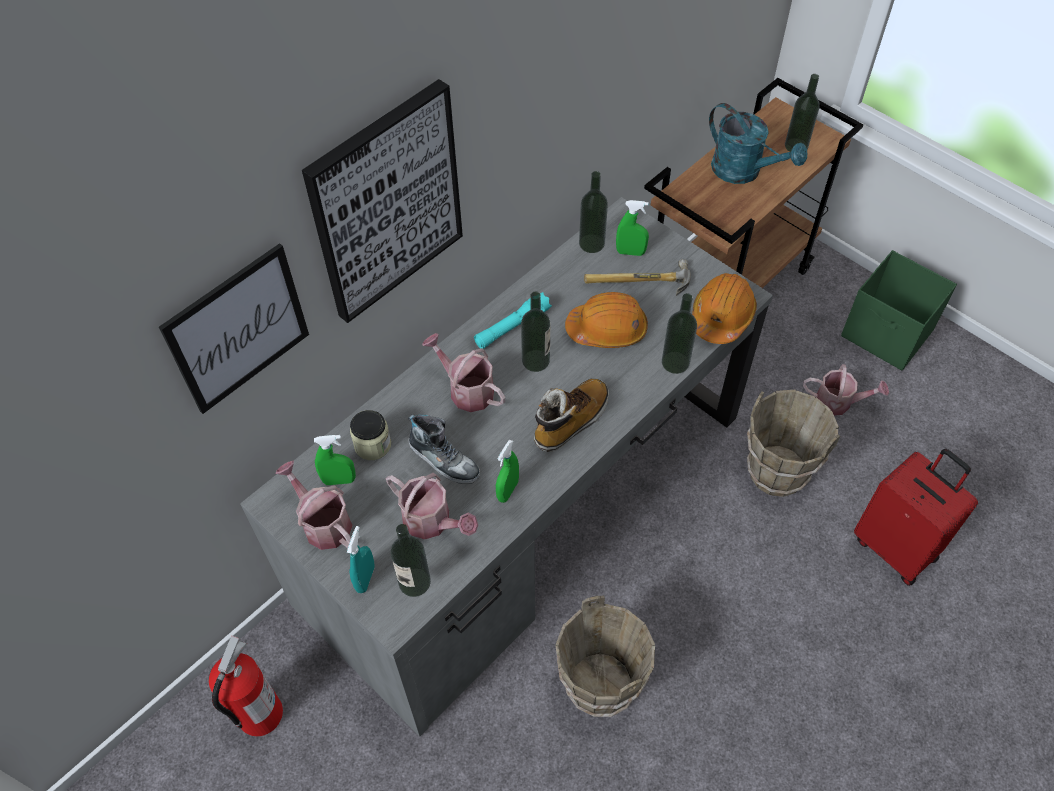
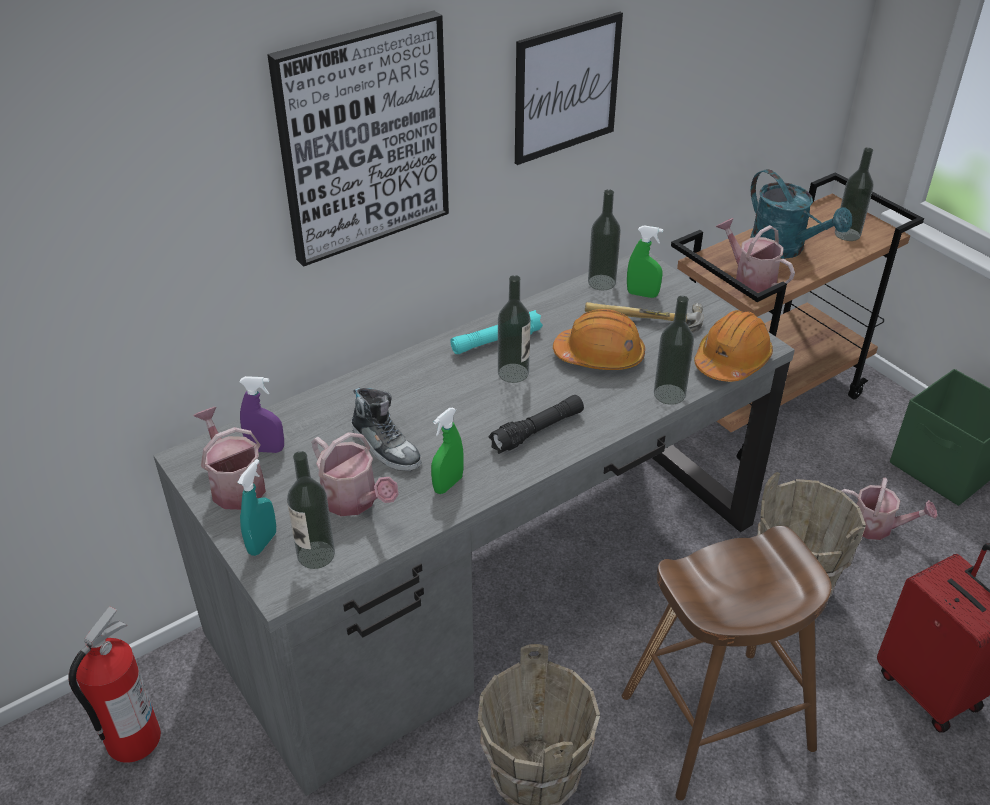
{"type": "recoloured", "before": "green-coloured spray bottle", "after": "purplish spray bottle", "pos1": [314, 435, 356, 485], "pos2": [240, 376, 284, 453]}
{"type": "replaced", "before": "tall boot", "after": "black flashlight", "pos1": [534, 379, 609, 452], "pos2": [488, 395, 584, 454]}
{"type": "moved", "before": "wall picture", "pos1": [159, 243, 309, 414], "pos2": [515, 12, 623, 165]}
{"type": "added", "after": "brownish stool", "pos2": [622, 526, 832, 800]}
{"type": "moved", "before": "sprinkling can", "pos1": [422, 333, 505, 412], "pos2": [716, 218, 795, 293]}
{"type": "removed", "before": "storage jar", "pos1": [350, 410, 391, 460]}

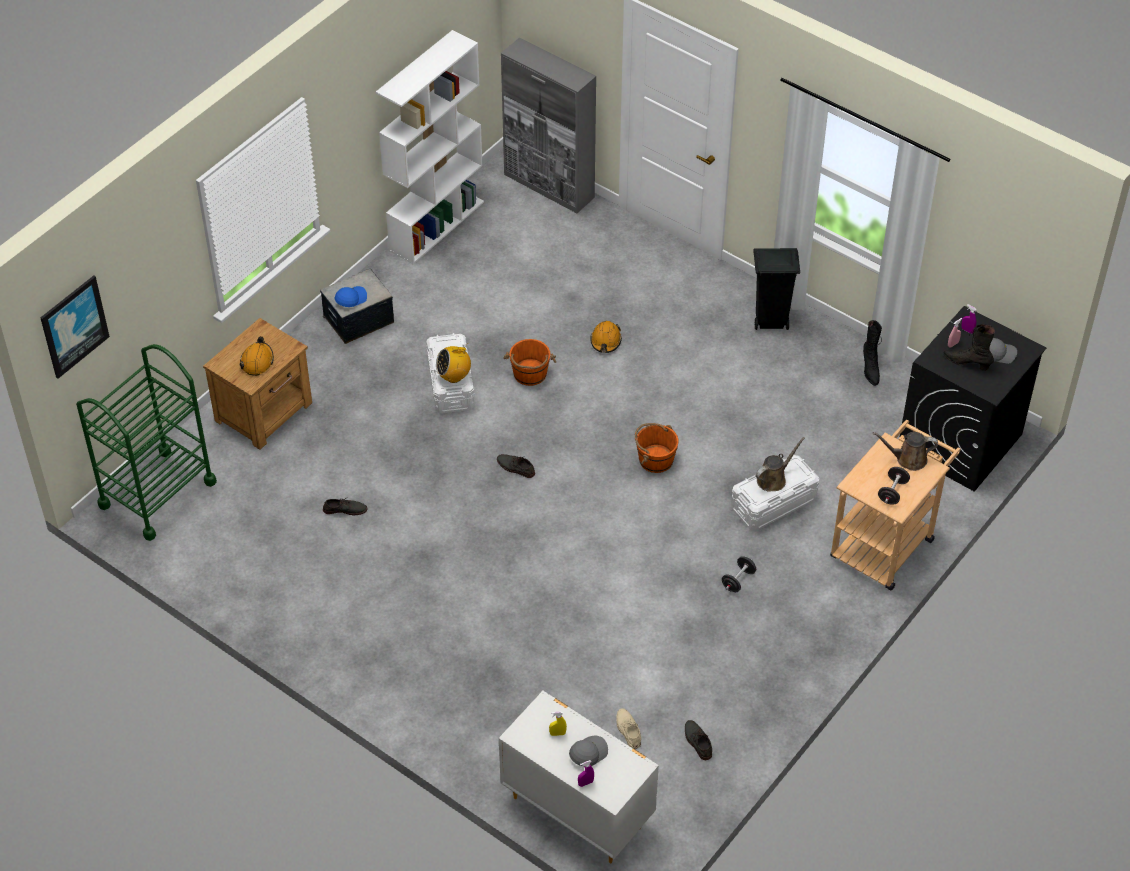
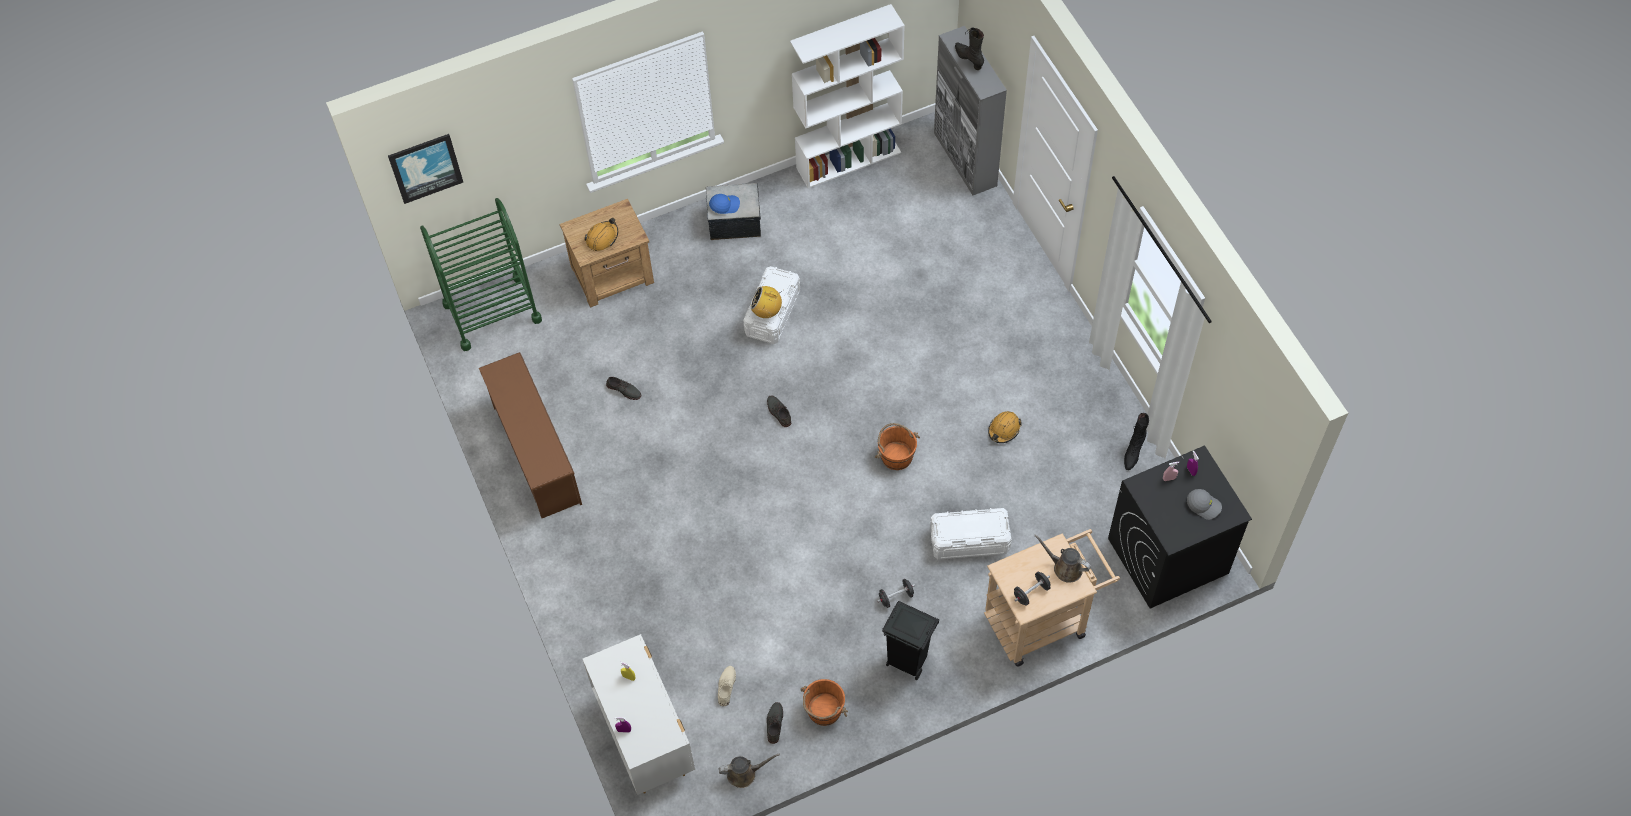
{"type": "added", "after": "brownish shoe stand", "pos2": [479, 352, 582, 518]}
{"type": "moved", "before": "brownish sprinkling can", "pos1": [756, 437, 805, 492], "pos2": [719, 753, 780, 788]}
{"type": "moved", "before": "orange-coloured pail", "pos1": [503, 339, 556, 386], "pos2": [800, 679, 848, 726]}
{"type": "moved", "before": "black waste bin", "pos1": [753, 248, 800, 330], "pos2": [882, 601, 939, 680]}
{"type": "moved", "before": "black tall boot", "pos1": [944, 324, 995, 371], "pos2": [955, 28, 984, 70]}
{"type": "moved", "before": "orange-coloured safety helmet", "pos1": [590, 321, 622, 353], "pos2": [988, 411, 1022, 443]}
{"type": "removed", "before": "grey peaked cap", "pos1": [569, 736, 608, 767]}

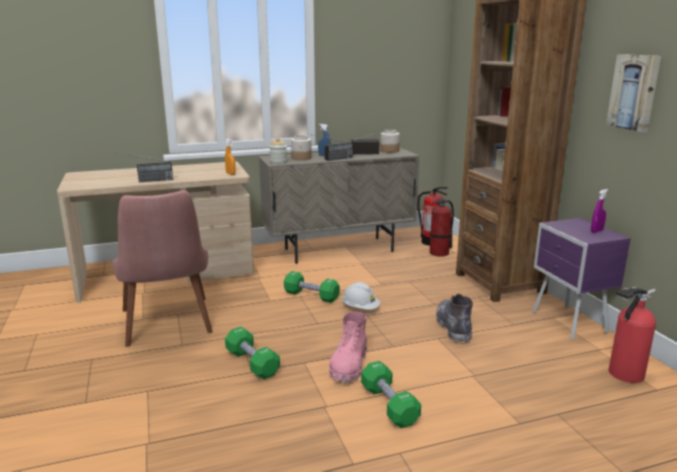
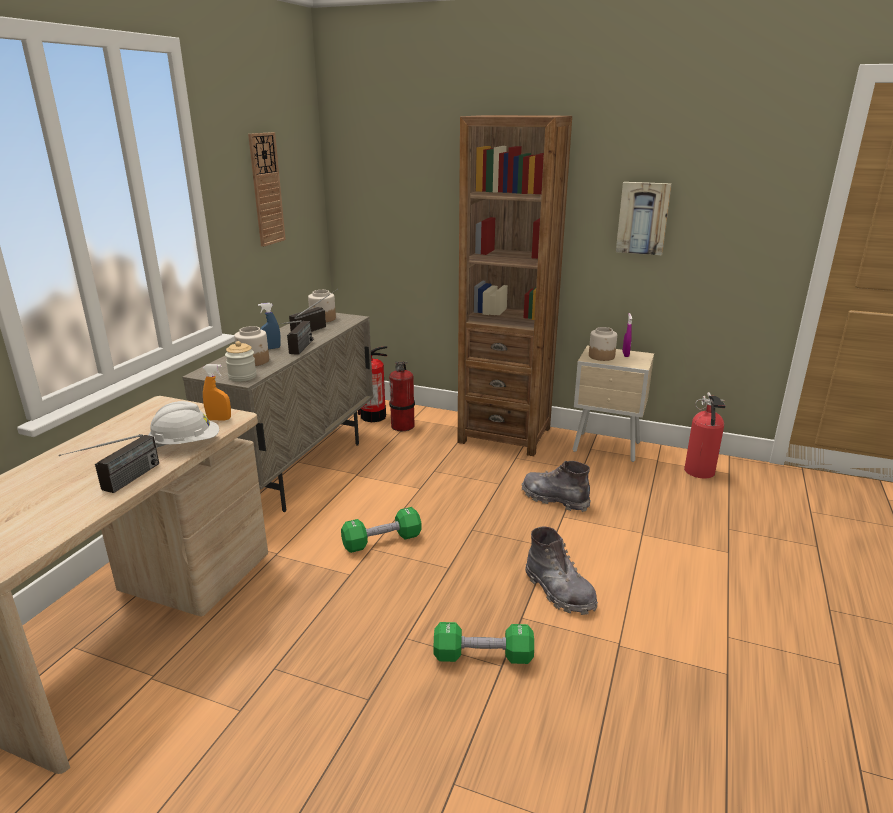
{"type": "moved", "before": "white safety helmet", "pos1": [342, 282, 380, 310], "pos2": [148, 401, 219, 449]}
{"type": "added", "after": "wall clock", "pos2": [248, 132, 286, 247]}
{"type": "recoloured", "before": "pinkish tall boot", "after": "grey tall boot", "pos1": [329, 312, 367, 384], "pos2": [525, 527, 598, 615]}
{"type": "recoloured", "before": "purplish bedside table", "after": "beige-coloured bedside table", "pos1": [532, 218, 631, 340], "pos2": [572, 345, 654, 462]}
{"type": "added", "after": "storage jar", "pos2": [589, 327, 617, 361]}
{"type": "removed", "before": "pinkish chair", "pos1": [112, 190, 213, 347]}
{"type": "removed", "before": "green-coloured dumbbell", "pos1": [361, 361, 421, 428]}

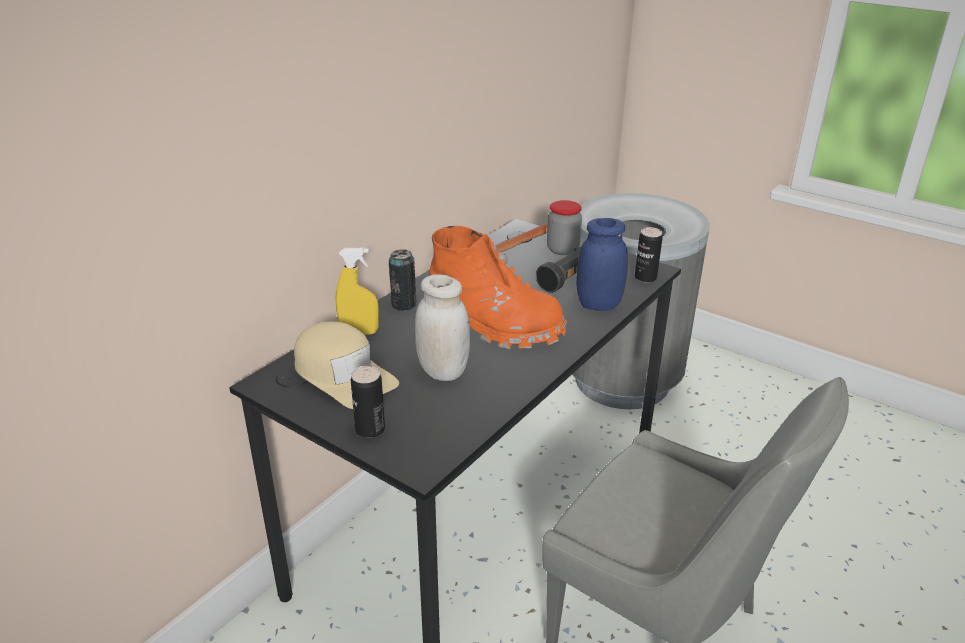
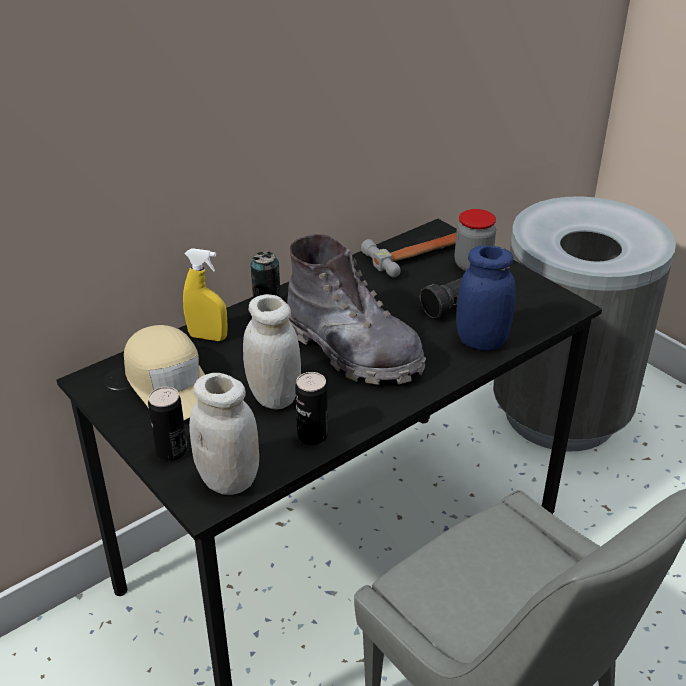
{"type": "added", "after": "white storage jar", "pos2": [189, 373, 259, 495]}
{"type": "recoloured", "before": "orange-coloured tall boot", "after": "grey tall boot", "pos1": [429, 226, 567, 349], "pos2": [287, 234, 426, 385]}
{"type": "moved", "before": "sealed can", "pos1": [635, 227, 663, 283], "pos2": [295, 372, 328, 445]}

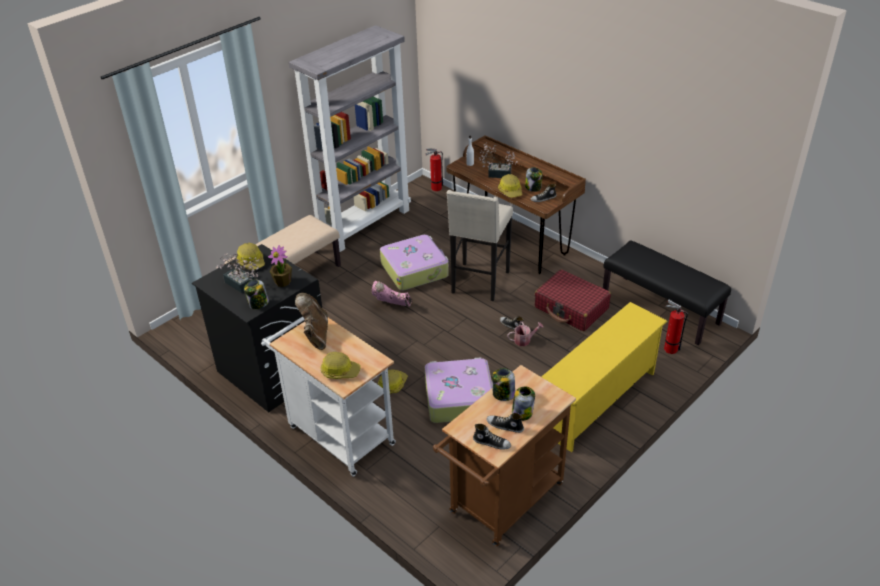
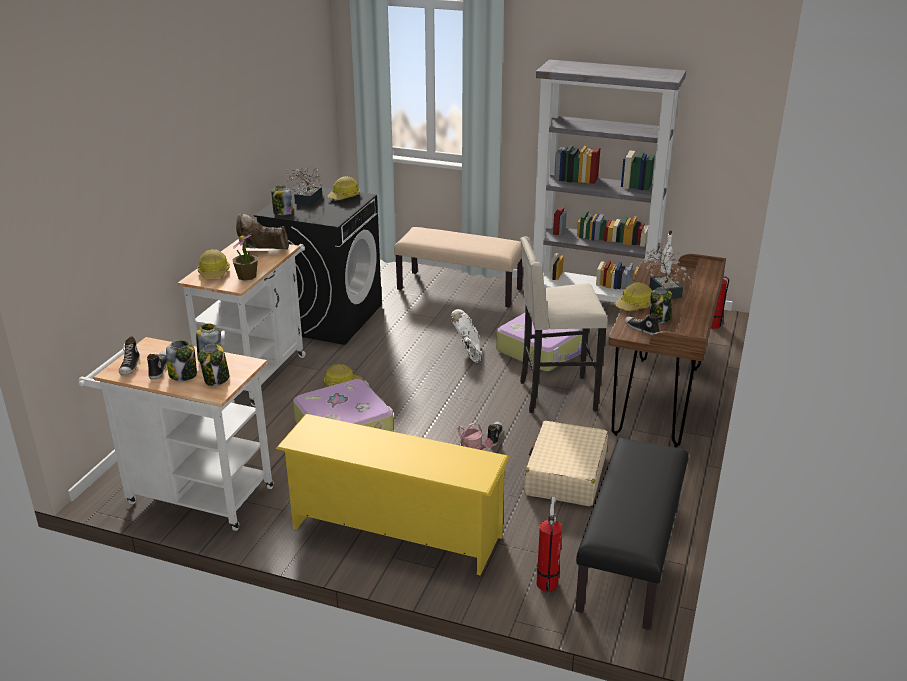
{"type": "recoloured", "before": "brownish cart", "after": "white cart", "pos1": [433, 365, 576, 546], "pos2": [78, 337, 274, 531]}
{"type": "added", "after": "storage jar", "pos2": [199, 344, 229, 386]}
{"type": "moved", "before": "houseplant", "pos1": [268, 245, 292, 287], "pos2": [233, 233, 258, 281]}
{"type": "turned", "before": "brownish tall boot", "pos1": [295, 293, 328, 350], "pos2": [236, 214, 289, 249], "turn": -150}
{"type": "recoloured", "before": "pinkish tall boot", "after": "white tall boot", "pos1": [372, 281, 412, 307], "pos2": [451, 309, 481, 363]}
{"type": "recoloured", "before": "red suitcase", "after": "beige-coloured suitcase", "pos1": [535, 269, 611, 331], "pos2": [524, 421, 608, 506]}

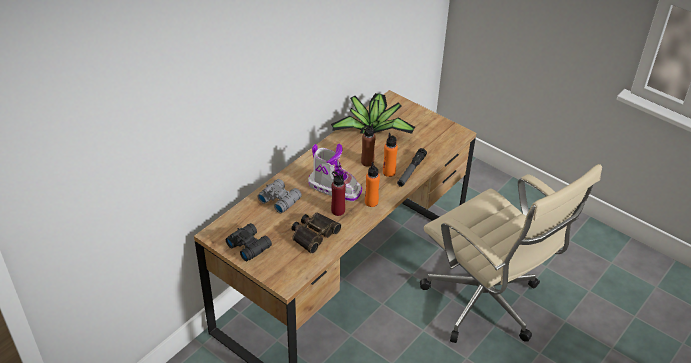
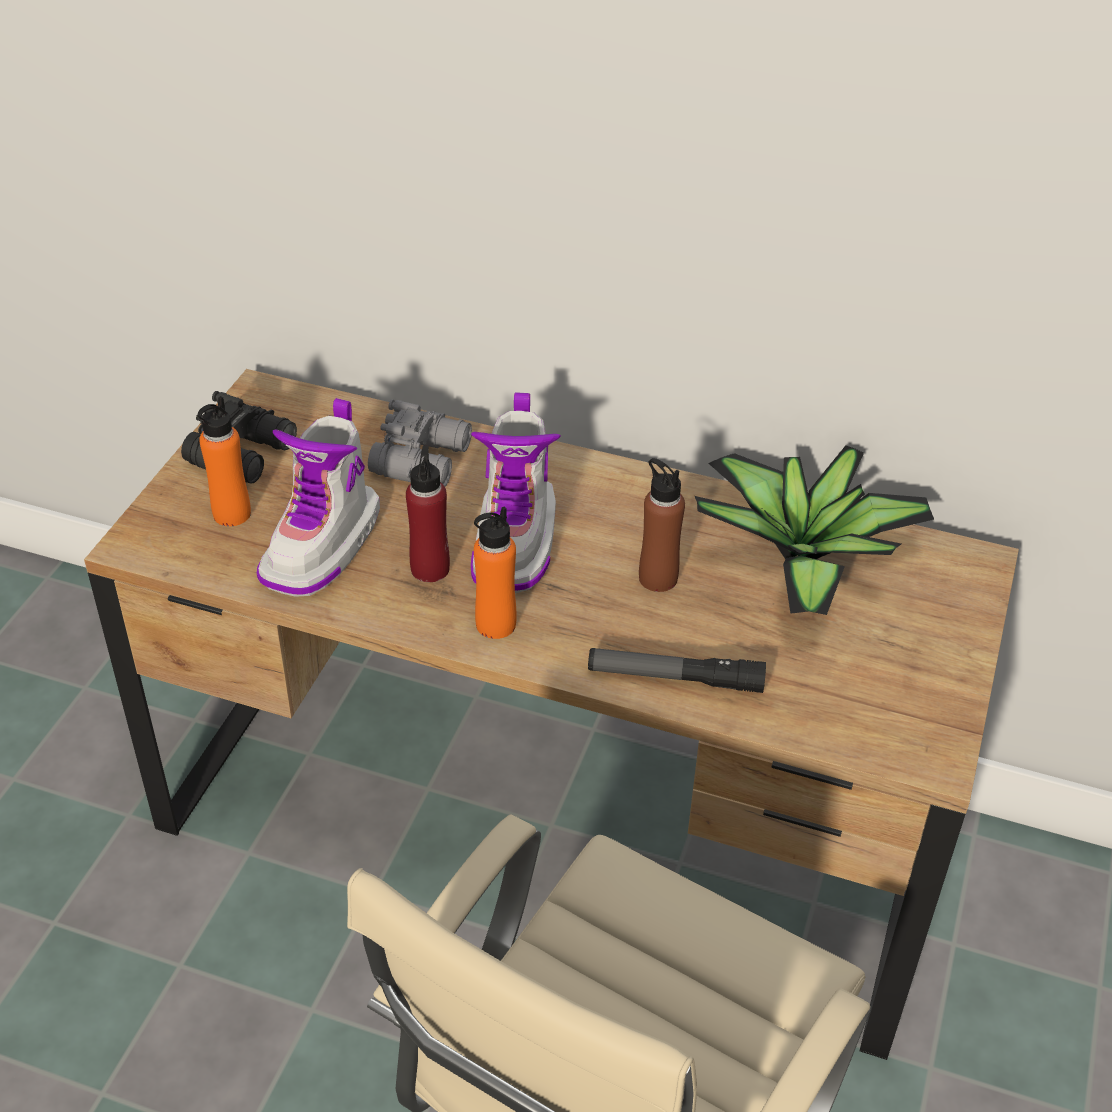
{"type": "moved", "before": "orange-coloured beverage bottle", "pos1": [383, 133, 398, 177], "pos2": [198, 396, 251, 526]}
{"type": "replaced", "before": "pair of binoculars", "after": "tall boot", "pos1": [292, 212, 342, 254], "pos2": [257, 398, 380, 597]}

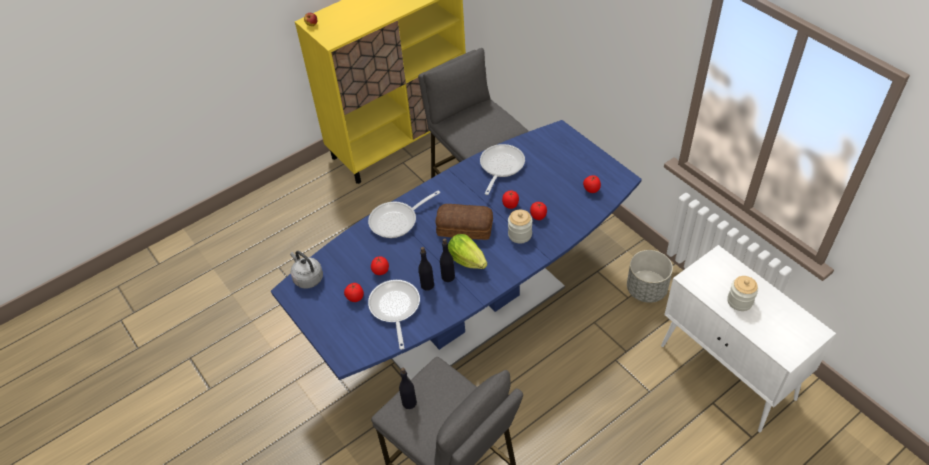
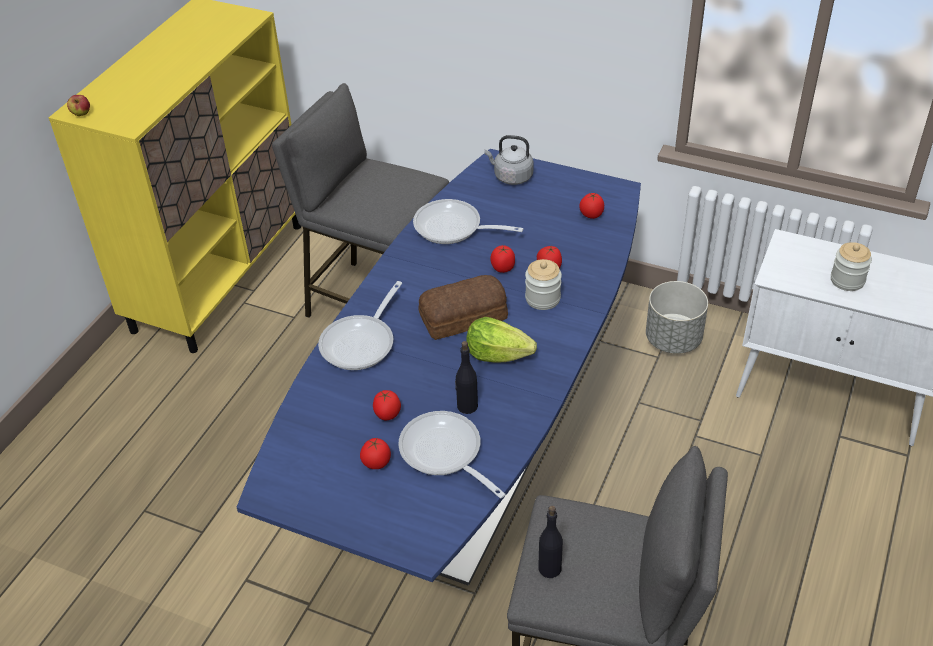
{"type": "turned", "before": "skillet", "pos1": [480, 144, 525, 195], "pos2": [413, 199, 523, 244], "turn": -60}
{"type": "moved", "before": "grey water kettle", "pos1": [290, 251, 323, 289], "pos2": [485, 135, 534, 185]}
{"type": "removed", "before": "black beverage bottle", "pos1": [440, 238, 455, 282]}

